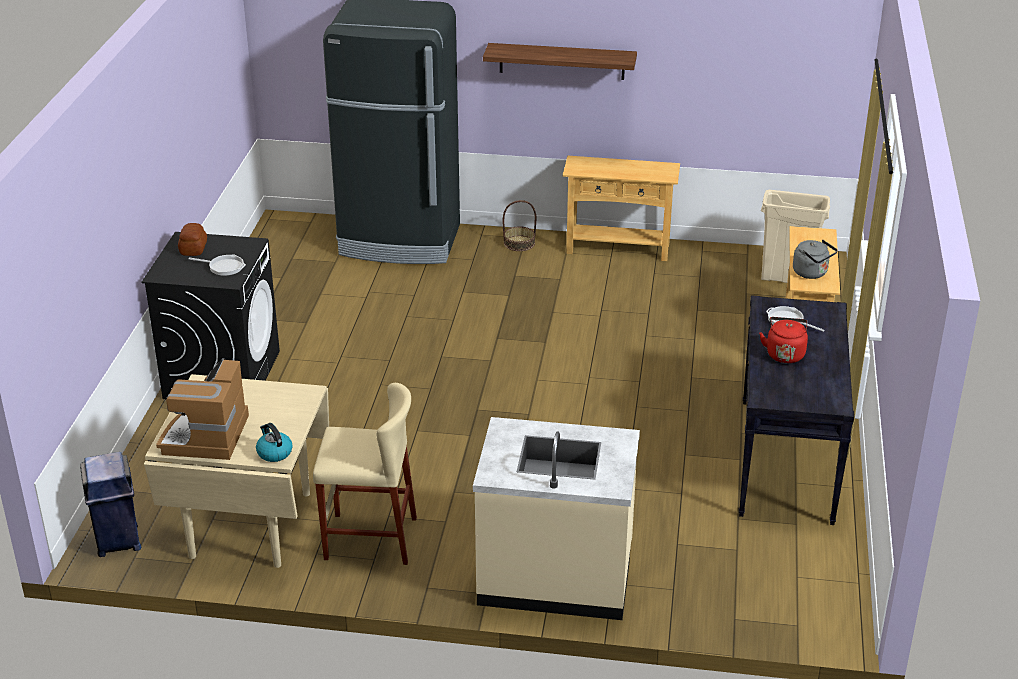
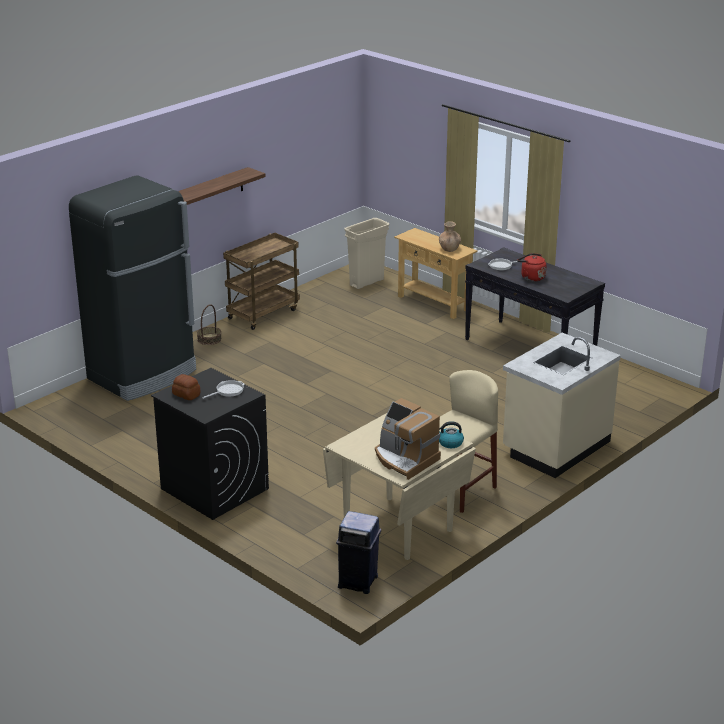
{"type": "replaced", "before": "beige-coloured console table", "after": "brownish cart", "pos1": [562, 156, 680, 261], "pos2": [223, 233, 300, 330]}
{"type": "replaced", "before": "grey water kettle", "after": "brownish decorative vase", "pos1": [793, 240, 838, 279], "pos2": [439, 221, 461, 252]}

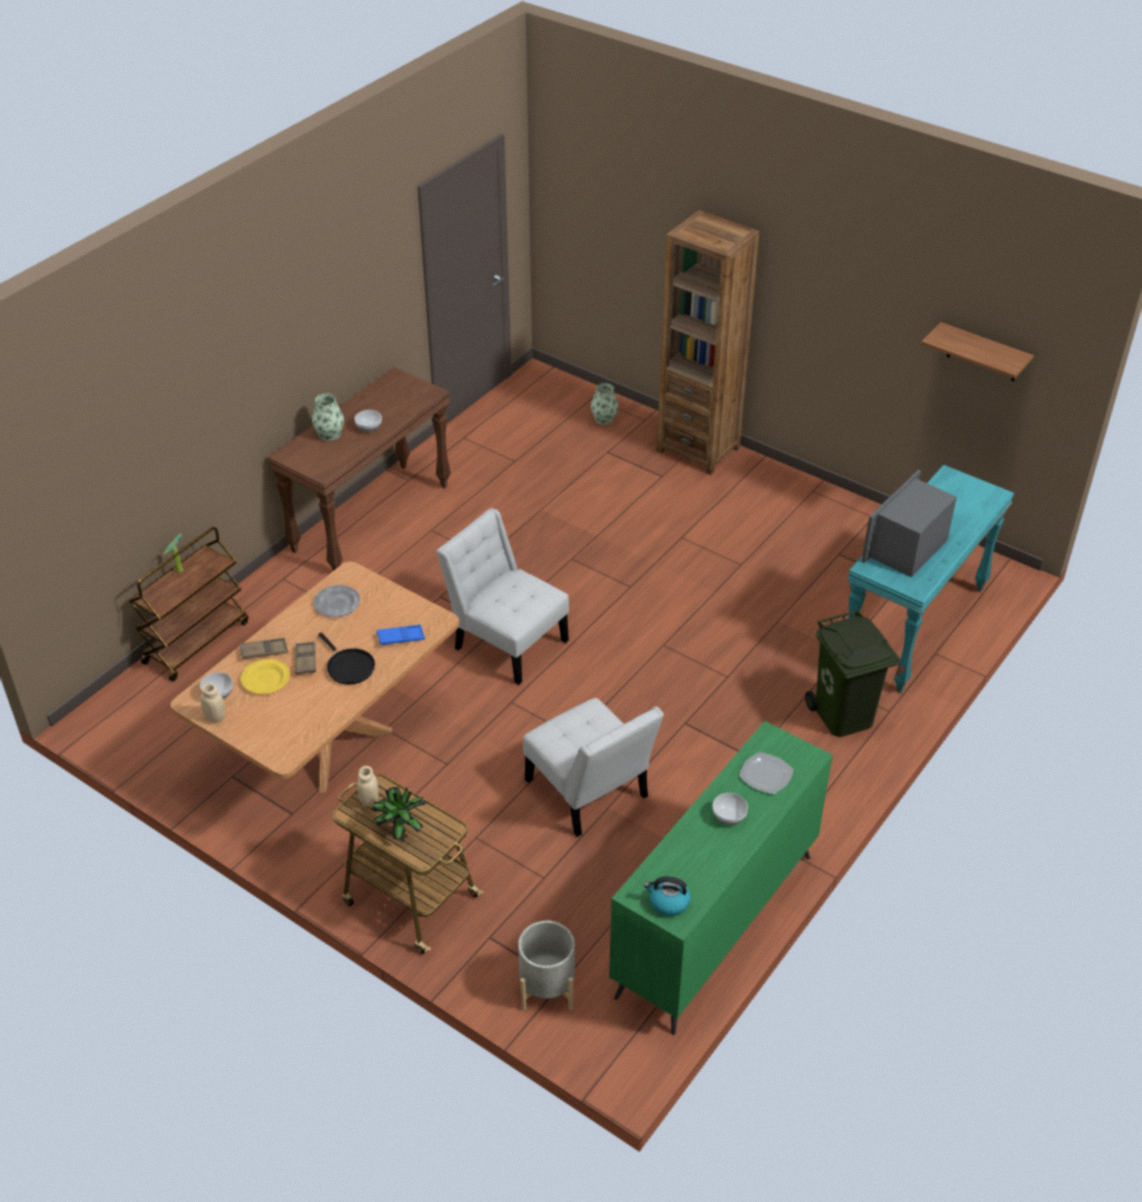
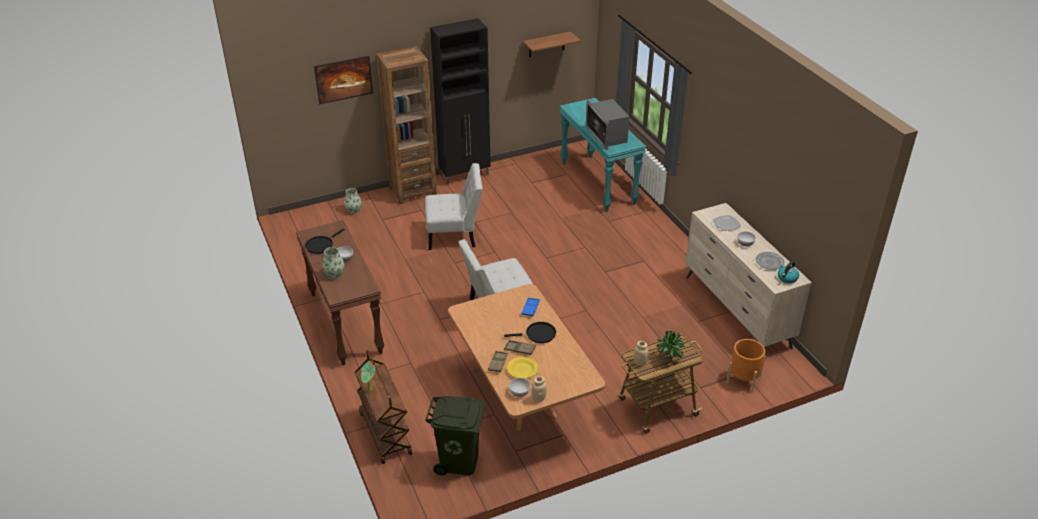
{"type": "added", "after": "black skillet", "pos2": [305, 228, 345, 254]}
{"type": "added", "after": "wall picture", "pos2": [314, 56, 373, 104]}
{"type": "moved", "before": "white chair", "pos1": [523, 698, 664, 837], "pos2": [425, 163, 483, 250]}
{"type": "moved", "before": "green-coloured waste bin", "pos1": [805, 610, 900, 737], "pos2": [425, 396, 486, 475]}
{"type": "added", "after": "black storage cabinet", "pos2": [430, 18, 491, 185]}
{"type": "recoloured", "before": "green-coloured drawer chest", "after": "beige-coloured drawer chest", "pos1": [609, 721, 833, 1035], "pos2": [685, 203, 812, 349]}
{"type": "recoloured", "before": "grey planter", "after": "orange-coloured planter", "pos1": [518, 921, 575, 1010], "pos2": [726, 339, 765, 392]}
{"type": "moved", "before": "grey flat dish", "pos1": [314, 585, 360, 617], "pos2": [756, 252, 785, 270]}

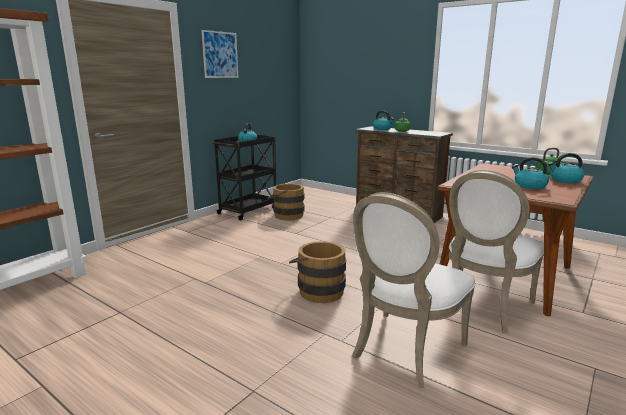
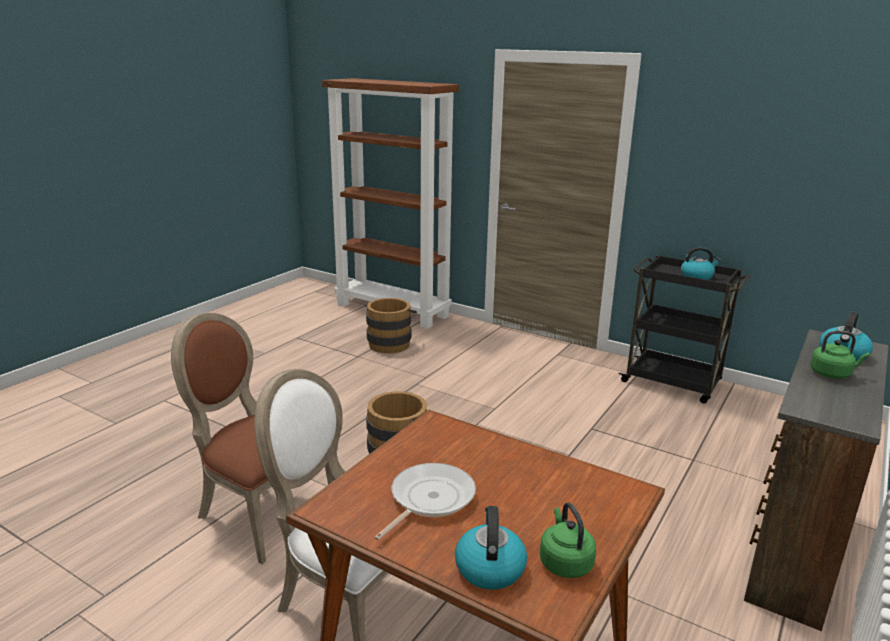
{"type": "recoloured", "before": "white chair", "after": "brownish chair", "pos1": [352, 192, 476, 388], "pos2": [171, 313, 332, 564]}
{"type": "moved", "before": "brownish pail", "pos1": [267, 184, 304, 221], "pos2": [365, 298, 417, 354]}
{"type": "replaced", "before": "water kettle", "after": "skillet", "pos1": [512, 157, 549, 189], "pos2": [374, 463, 476, 540]}
{"type": "removed", "before": "wall picture", "pos1": [202, 30, 238, 78]}

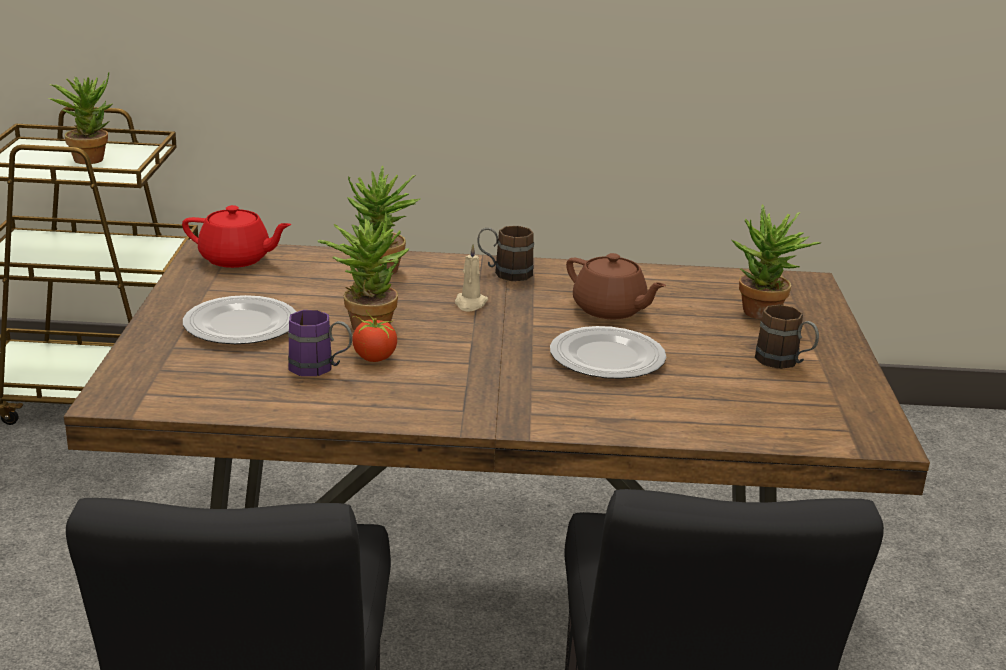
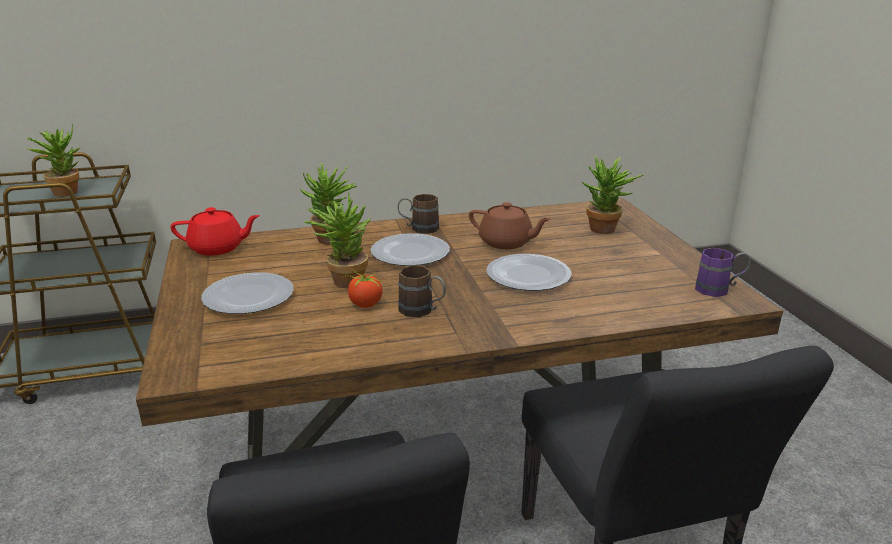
{"type": "replaced", "before": "beige-coloured wax candle", "after": "flat dish", "pos1": [455, 244, 488, 312], "pos2": [371, 233, 450, 266]}
{"type": "moved", "before": "brownish coffee mug", "pos1": [755, 305, 819, 369], "pos2": [398, 265, 446, 317]}
{"type": "moved", "before": "purplish coffee mug", "pos1": [288, 310, 352, 376], "pos2": [695, 248, 751, 297]}

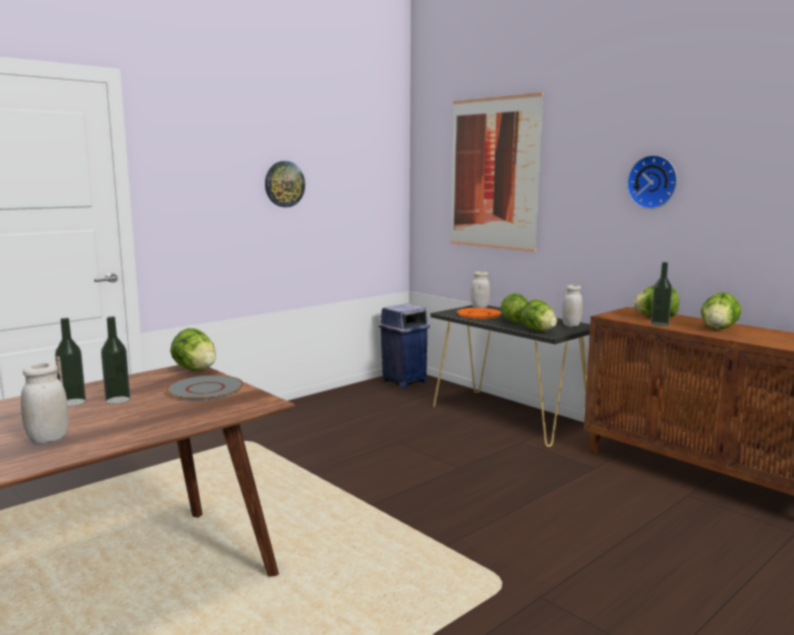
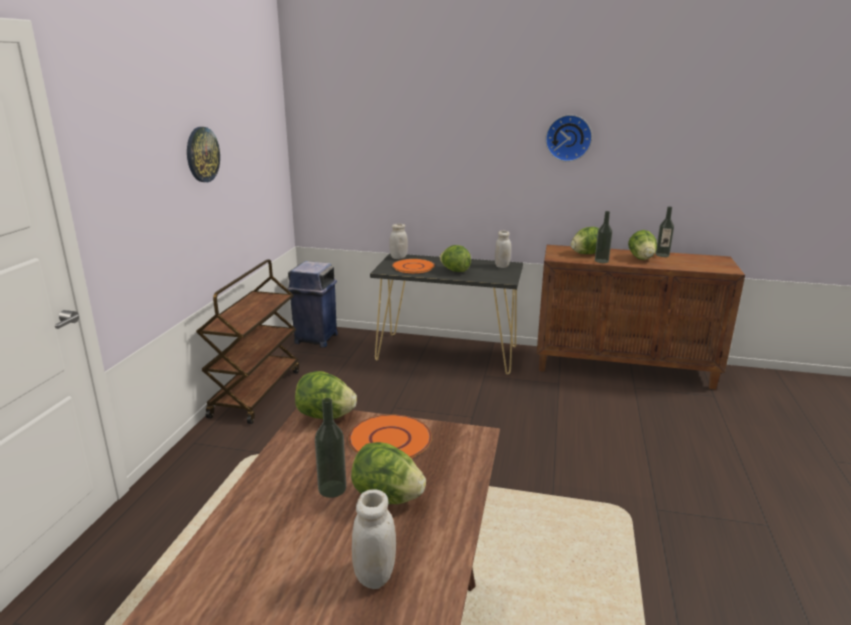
{"type": "added", "after": "brownish cart", "pos2": [196, 259, 300, 424]}
{"type": "recoloured", "before": "grey flat dish", "after": "orange-coloured flat dish", "pos1": [166, 375, 244, 401], "pos2": [348, 414, 432, 458]}
{"type": "moved", "before": "lettuce", "pos1": [521, 300, 557, 332], "pos2": [351, 442, 426, 504]}
{"type": "moved", "before": "beverage bottle", "pos1": [55, 318, 86, 406], "pos2": [656, 206, 674, 257]}
{"type": "removed", "before": "wall picture", "pos1": [450, 92, 544, 252]}

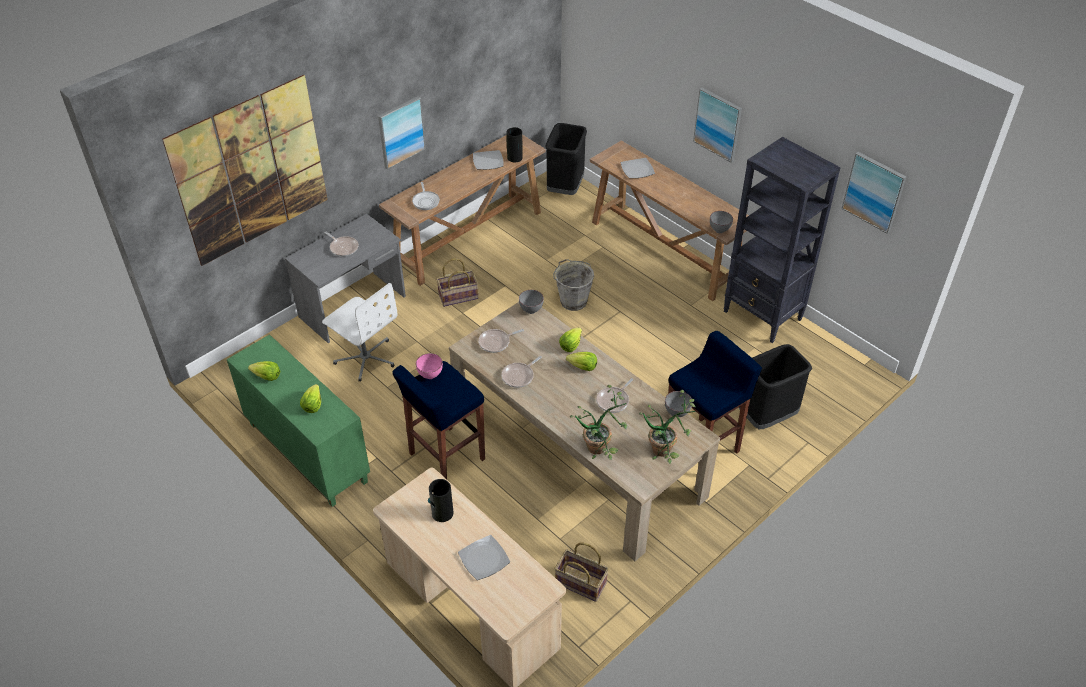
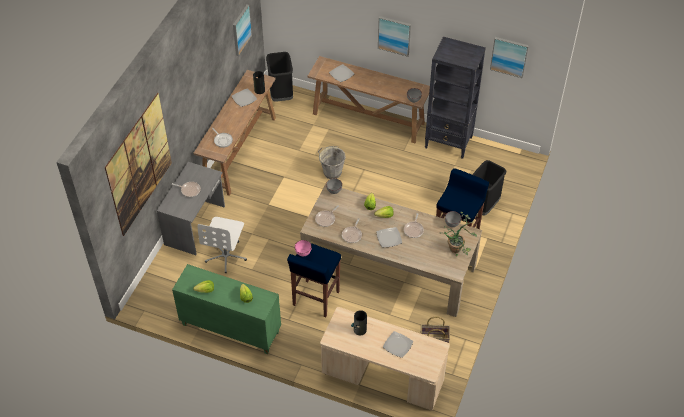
{"type": "turned", "before": "white desk chair", "pos1": [322, 283, 398, 382], "pos2": [197, 217, 247, 273], "turn": 90}
{"type": "moved", "before": "wall picture", "pos1": [378, 96, 426, 170], "pos2": [233, 5, 252, 56]}
{"type": "added", "after": "flat dish", "pos2": [376, 227, 402, 247]}
{"type": "removed", "before": "basket", "pos1": [436, 258, 478, 307]}
{"type": "removed", "before": "houseplant", "pos1": [570, 385, 628, 460]}

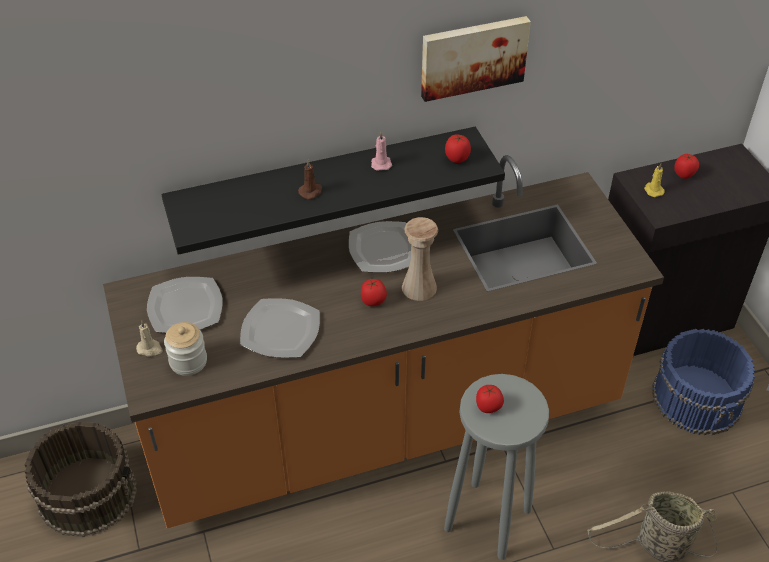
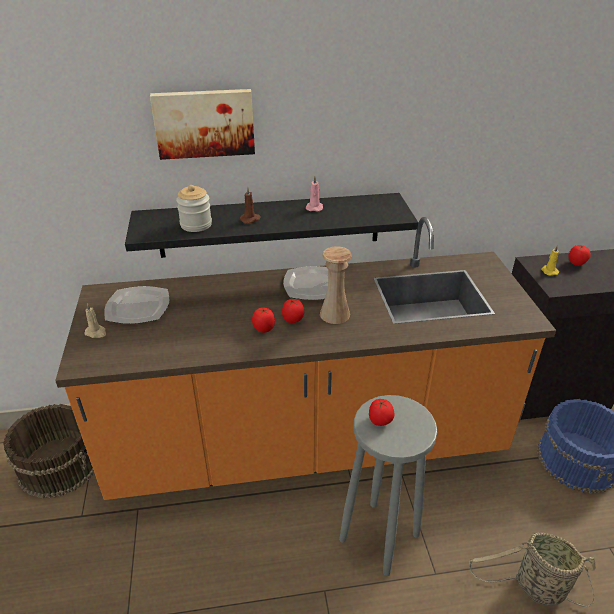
{"type": "moved", "before": "wall picture", "pos1": [421, 16, 531, 102], "pos2": [150, 89, 255, 160]}
{"type": "moved", "before": "storage jar", "pos1": [164, 322, 207, 376], "pos2": [176, 185, 212, 232]}
{"type": "moved", "before": "fresh tomato", "pos1": [445, 134, 471, 163], "pos2": [252, 308, 275, 333]}
{"type": "removed", "before": "flat dish", "pos1": [240, 298, 320, 358]}

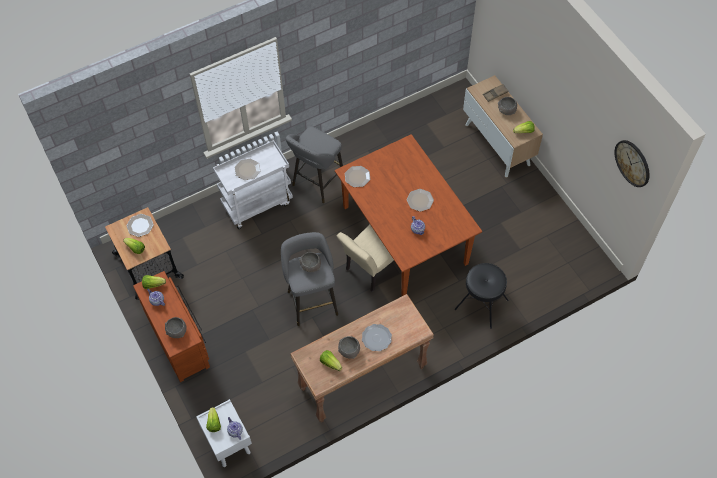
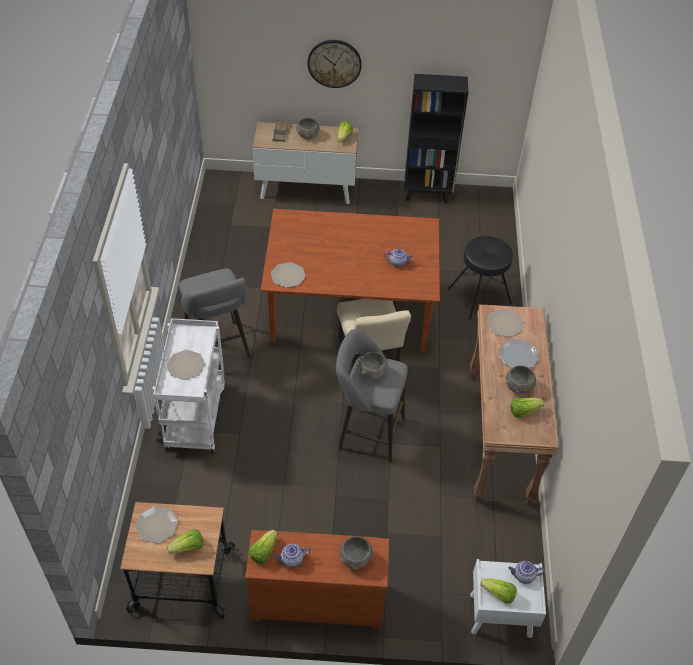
{"type": "moved", "before": "wall clock", "pos1": [615, 140, 649, 187], "pos2": [308, 40, 362, 88]}
{"type": "added", "after": "black shelving unit", "pos2": [404, 74, 468, 204]}
{"type": "moved", "before": "flat dish", "pos1": [407, 189, 434, 212], "pos2": [487, 309, 523, 337]}

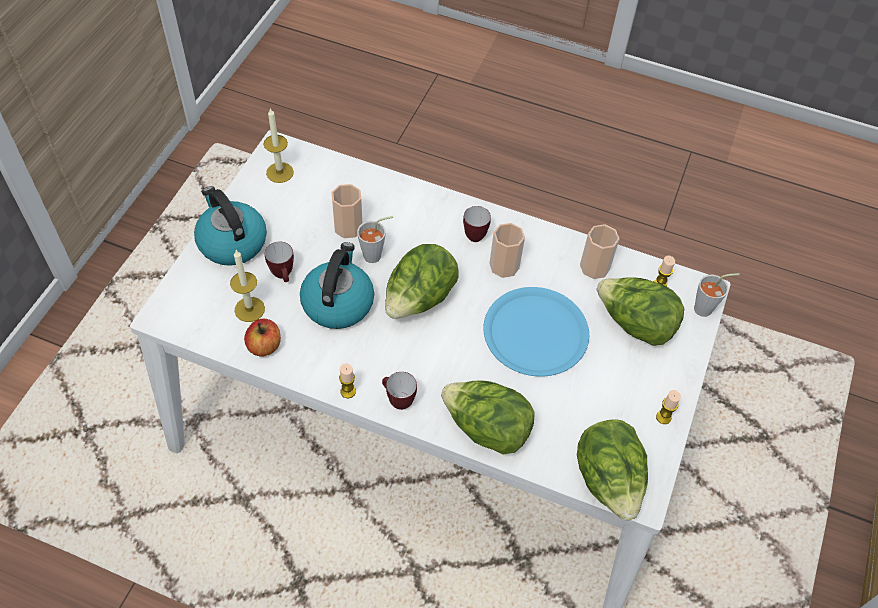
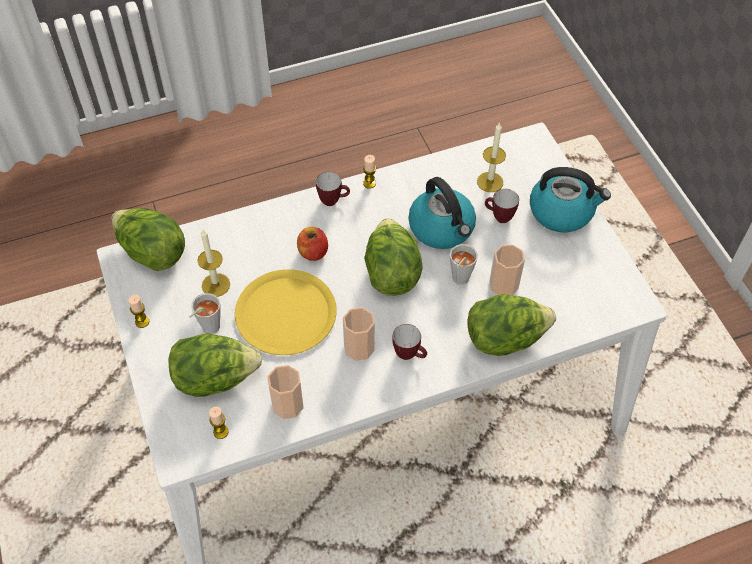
{"type": "moved", "before": "grey small cup", "pos1": [694, 273, 740, 317], "pos2": [189, 293, 221, 334]}
{"type": "moved", "before": "wax candle", "pos1": [263, 108, 294, 183], "pos2": [197, 229, 230, 297]}
{"type": "recoloured", "before": "blue flat dish", "after": "yellow flat dish", "pos1": [483, 287, 589, 377], "pos2": [235, 269, 337, 355]}
{"type": "moved", "before": "whole apple", "pos1": [244, 319, 281, 357], "pos2": [297, 227, 328, 261]}
{"type": "moved", "before": "lettuce", "pos1": [441, 381, 535, 454], "pos2": [467, 294, 556, 356]}

